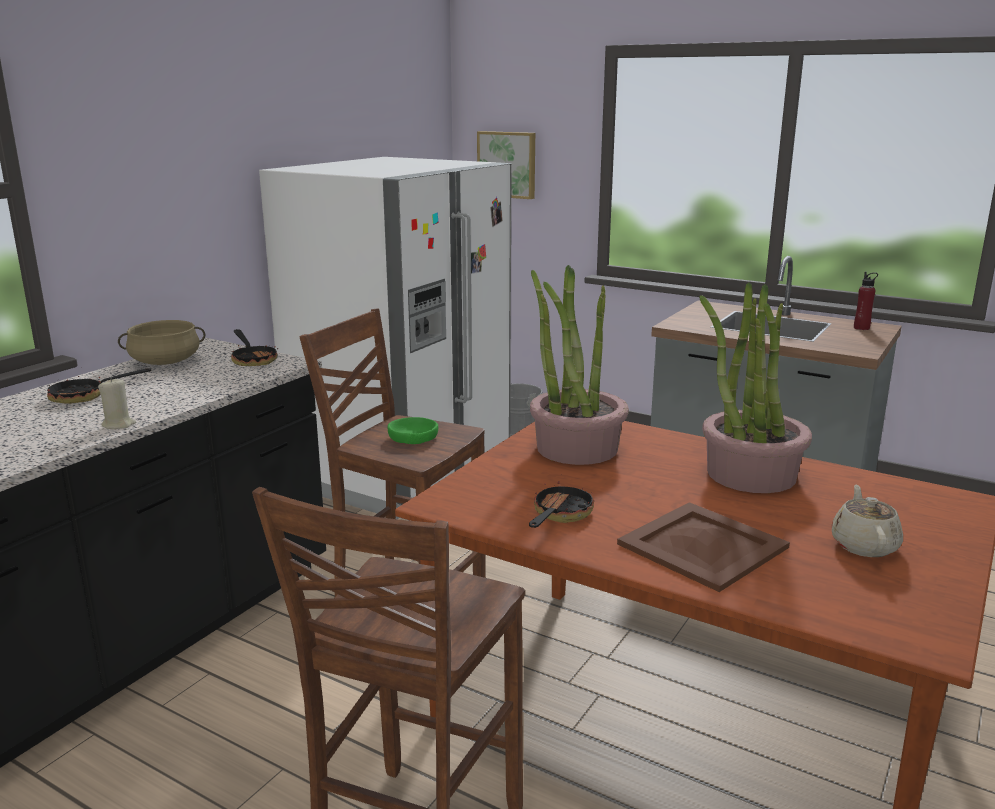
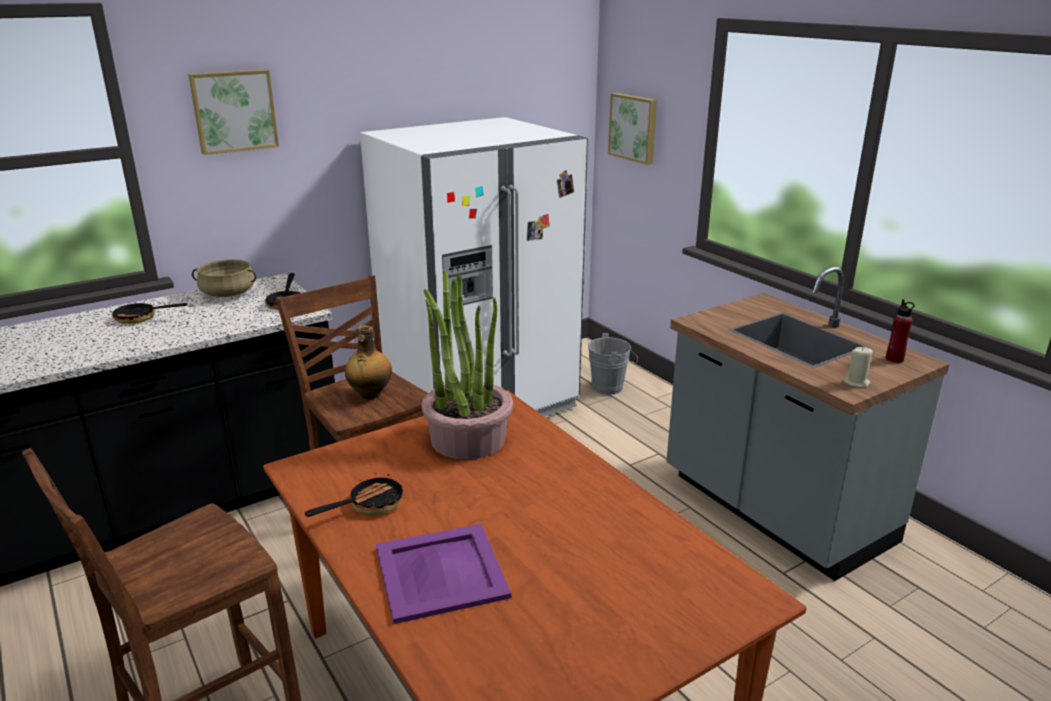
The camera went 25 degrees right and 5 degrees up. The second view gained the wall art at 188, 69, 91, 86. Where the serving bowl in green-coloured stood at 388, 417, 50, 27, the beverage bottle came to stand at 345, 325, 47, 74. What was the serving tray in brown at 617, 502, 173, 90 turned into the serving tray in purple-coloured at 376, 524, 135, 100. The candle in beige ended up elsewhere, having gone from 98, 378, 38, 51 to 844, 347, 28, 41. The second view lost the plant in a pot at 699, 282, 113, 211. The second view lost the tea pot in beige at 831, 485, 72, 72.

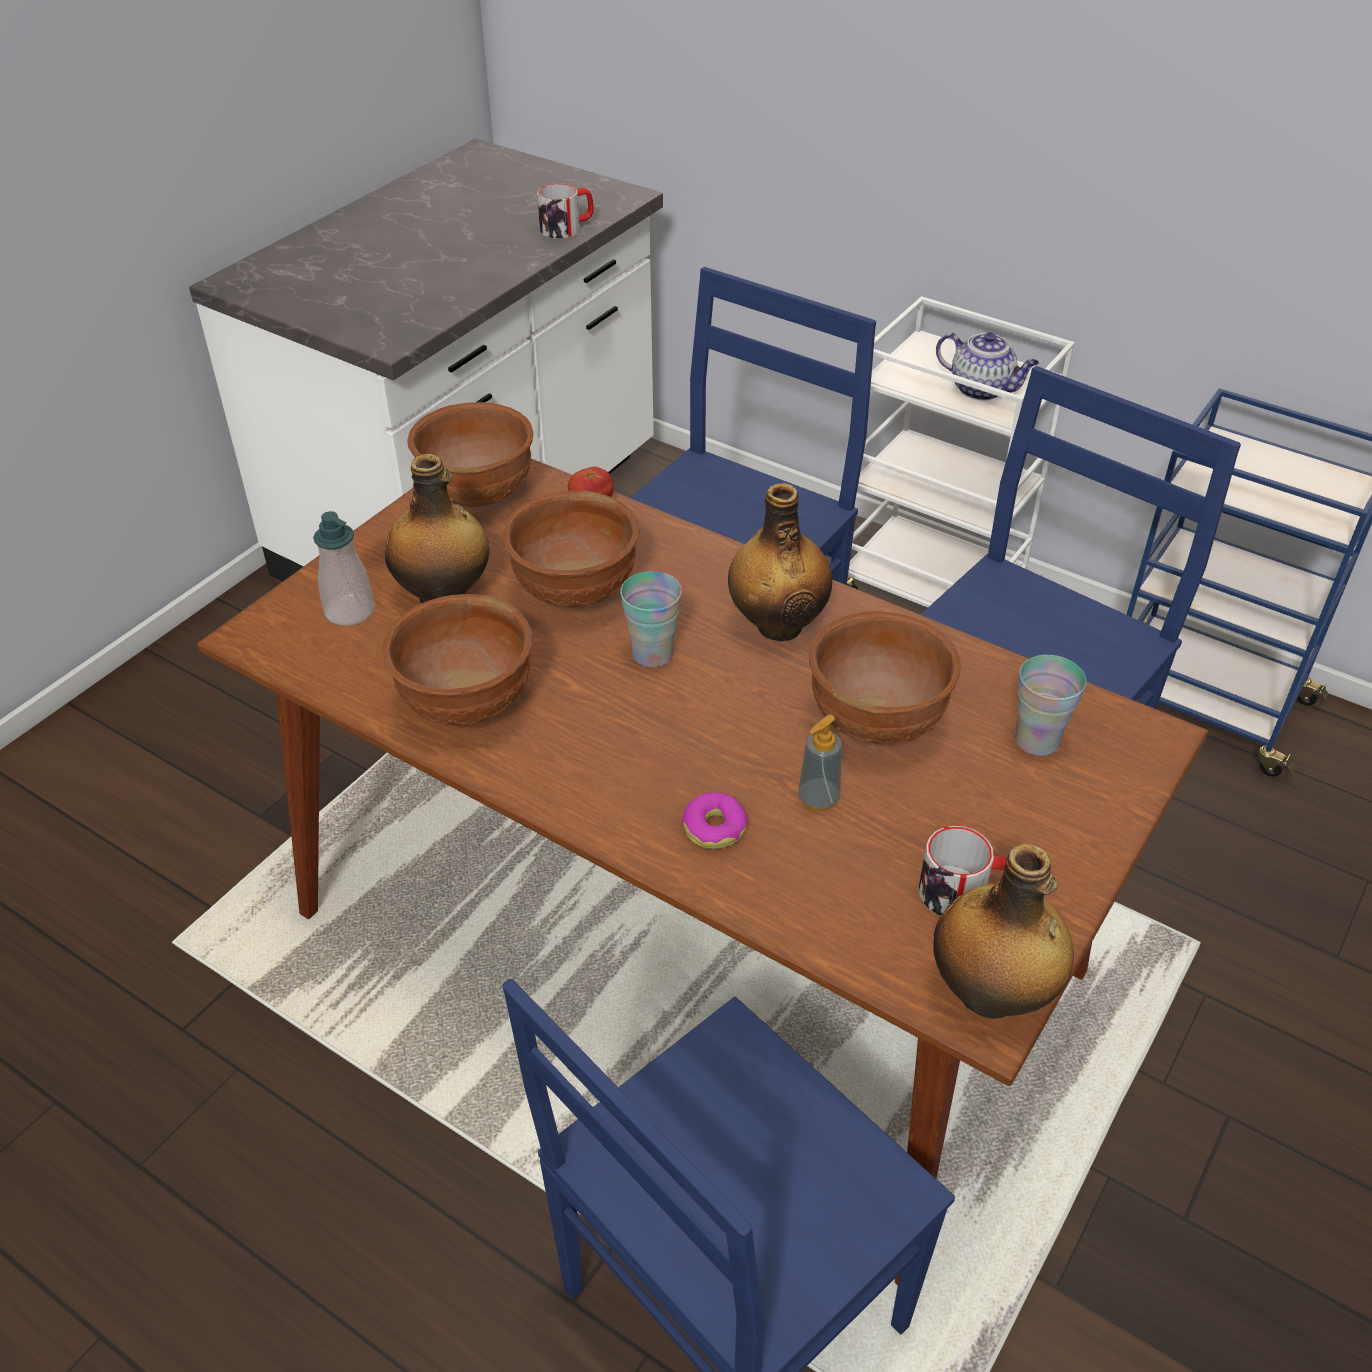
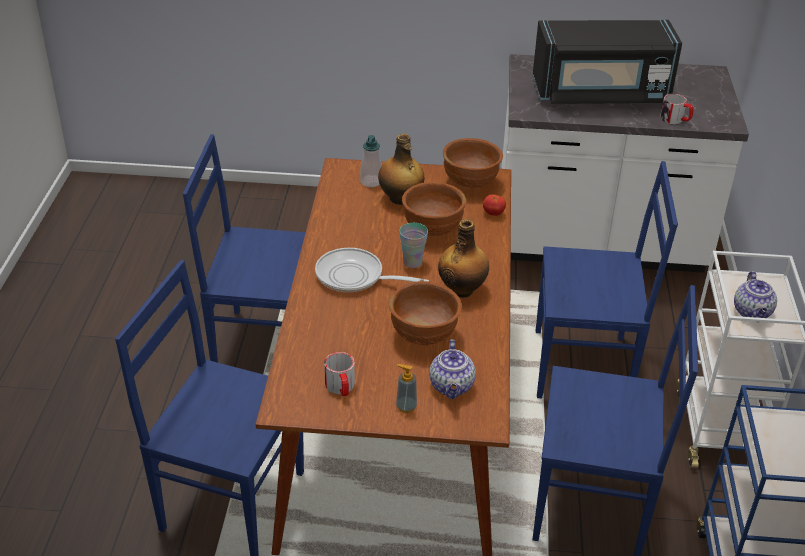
The camera went 60 degrees right and 5 degrees down. The second view gained the chair in blue at 183, 134, 123, 229. The second view gained the pan at 315, 248, 114, 44. The soap bottle ended up elsewhere, having gone from 798, 715, 44, 97 to 396, 364, 21, 49. Where the small cup stood at 1016, 655, 71, 101, the tea pot came to stand at 429, 339, 47, 60. The second view gained the microwave oven in black-coloured at 533, 20, 149, 84. The second view lost the serving bowl in brown at 382, 594, 151, 132. The second view lost the ring doughnut at 682, 792, 66, 57. The second view lost the beverage bottle at 933, 844, 141, 175.

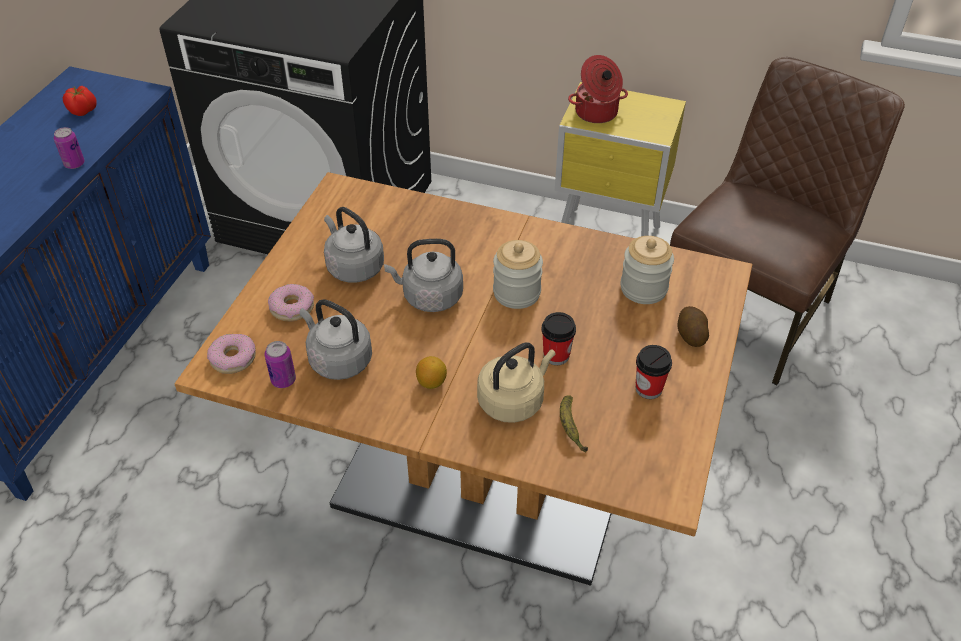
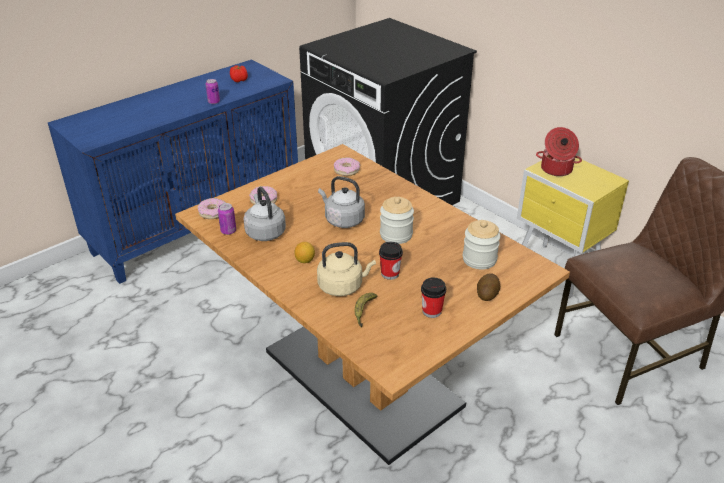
The camera went 30 degrees right and 10 degrees down. The second view gained the ring doughnut at 334, 157, 27, 19. The second view lost the tea kettle in grey at 324, 207, 60, 75.

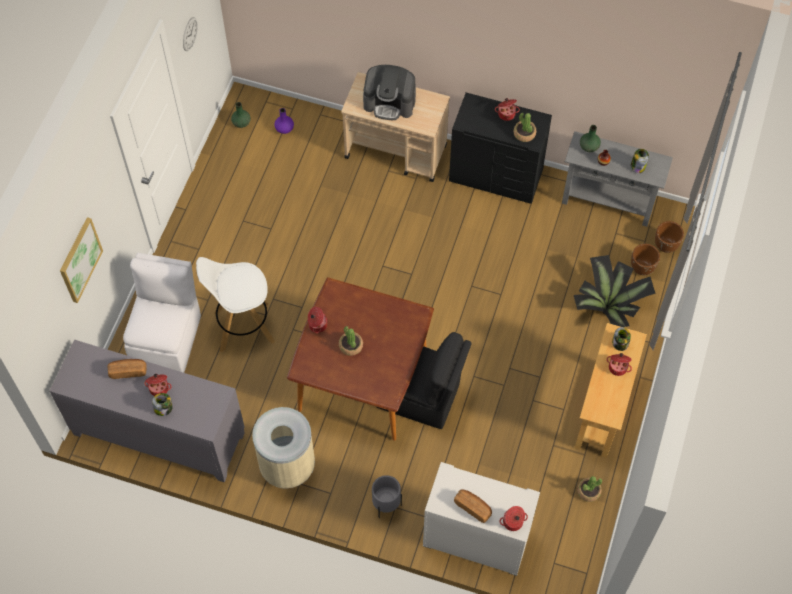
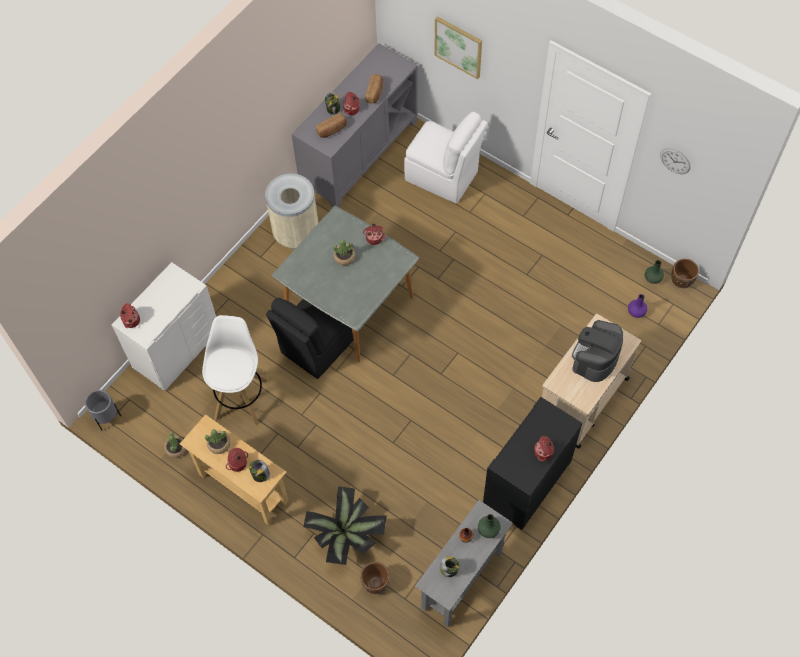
The camera went 110 degrees right and 0 degrees up. The planter in grey ended up elsewhere, having gone from 372, 475, 30, 43 to 85, 390, 36, 41. The stool seat in white-coloured ended up elsewhere, having gone from 196, 257, 79, 95 to 202, 315, 66, 111. The plant in a pot ended up elsewhere, having gone from 514, 113, 22, 29 to 205, 429, 26, 25. What was the dinner table in brown at 287, 277, 147, 164 turned into the dinner table in grey at 272, 206, 147, 157. The bakery bread ended up elsewhere, having gone from 454, 489, 38, 34 to 316, 113, 31, 25. The planter in brown ended up elsewhere, having gone from 655, 221, 29, 32 to 671, 259, 28, 29.

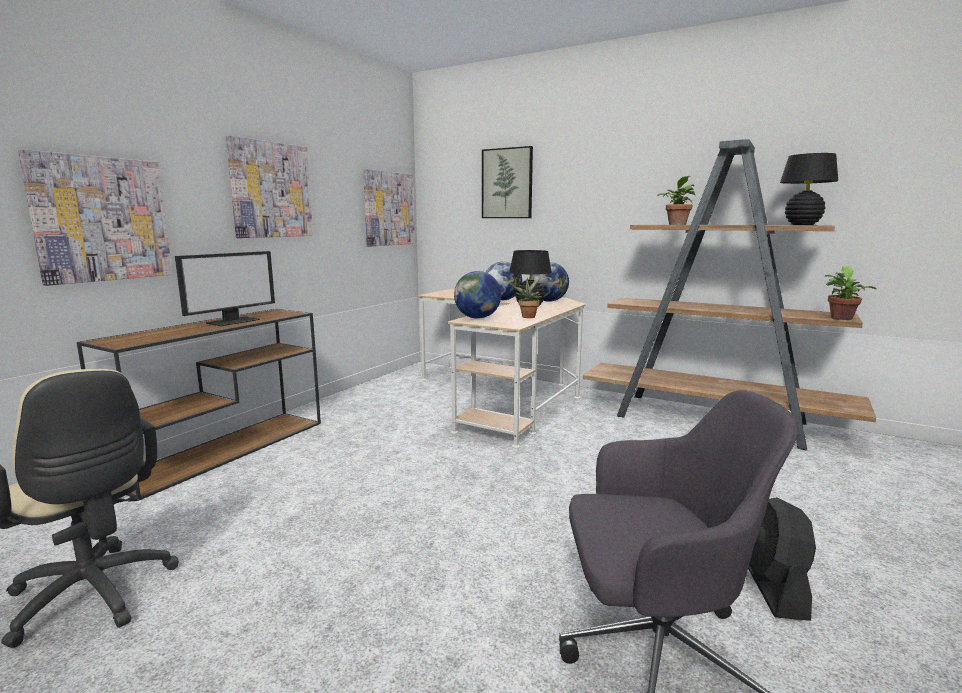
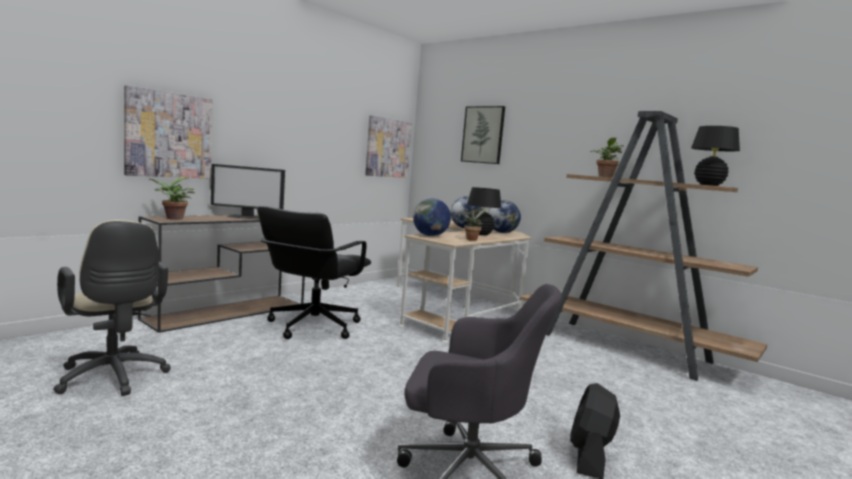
The camera went 10 degrees right and 5 degrees down. The plant in a pot ended up elsewhere, having gone from 825, 266, 52, 54 to 148, 177, 47, 43. The computer display at 175, 251, 100, 75 ended up facing another way, 45 degrees clockwise from before. The second view gained the computer chair in black-coloured at 257, 206, 114, 133. The second view lost the wall art at 226, 135, 87, 103.

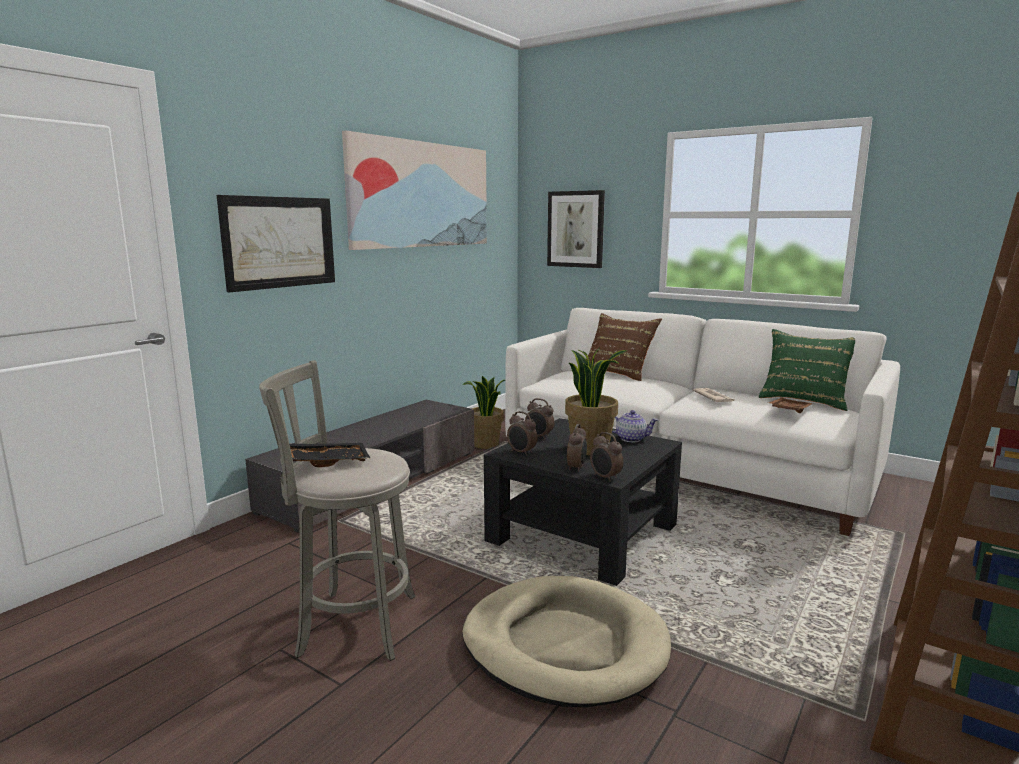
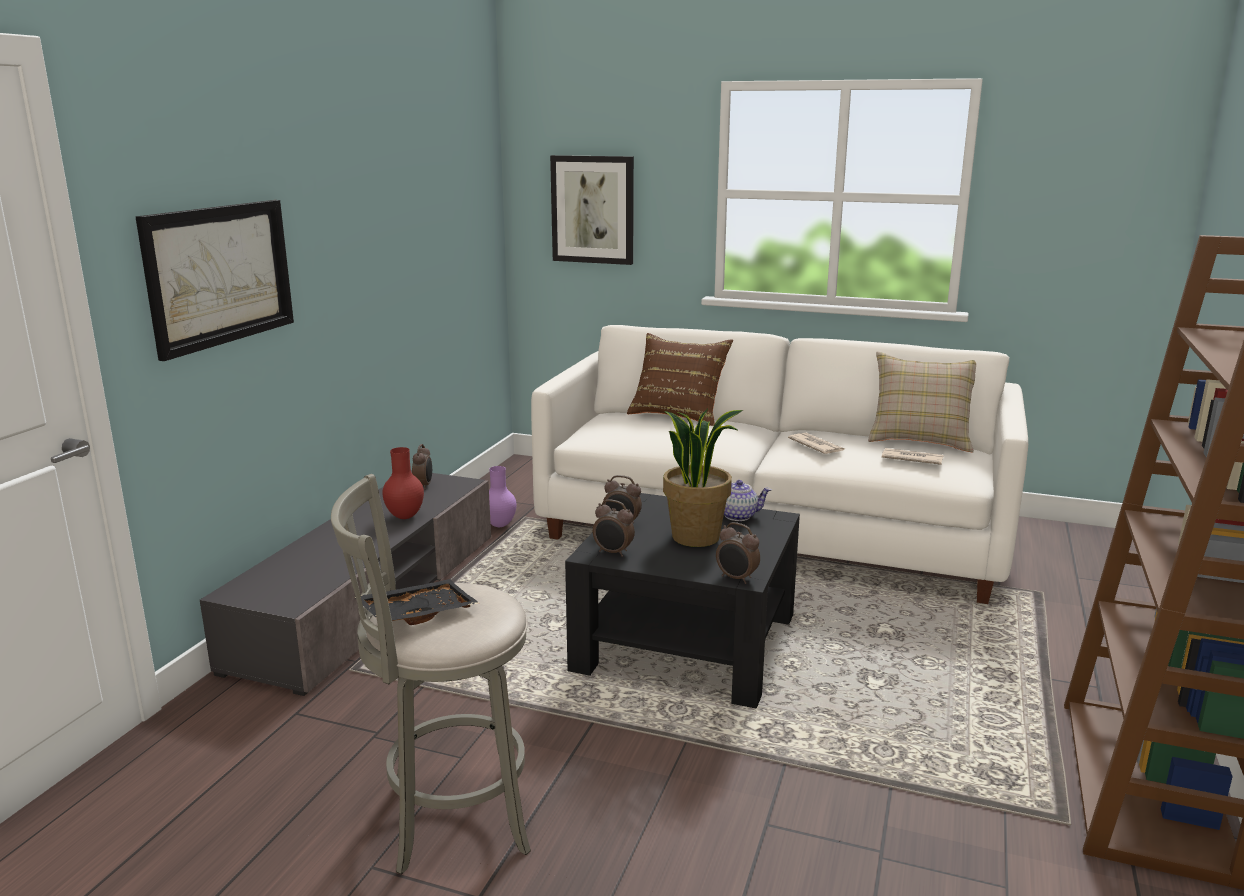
The camera went 15 degrees left and 5 degrees up. The second view gained the vase in reddish at 382, 447, 42, 72. The bedside clock ended up elsewhere, having gone from 567, 424, 20, 48 to 412, 444, 20, 46. Where the plant in a pot stood at 463, 376, 42, 73, the vase in purple-coloured came to stand at 489, 466, 27, 61. What was the pillow in green-coloured at 759, 329, 96, 82 turned into the pillow in beige at 868, 352, 108, 100. Where the serving tray in brown stood at 768, 398, 46, 15, the printed paper came to stand at 882, 448, 62, 17. The second view lost the wall art at 342, 130, 145, 120. The second view lost the pet bed in beige at 462, 576, 209, 131.

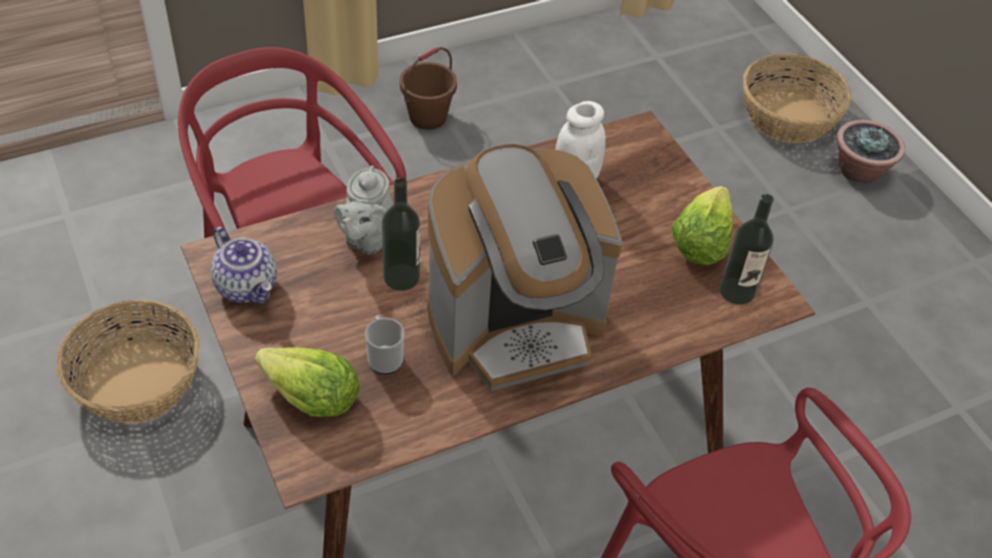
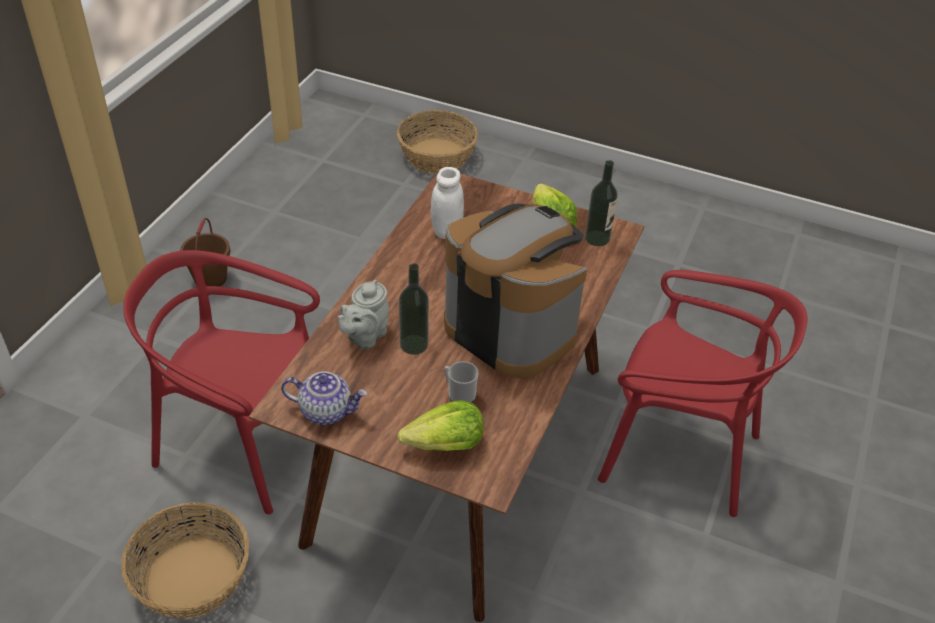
The camera went 40 degrees left and 5 degrees down. The tea pot in grey at 334, 165, 58, 89 ended up facing another way, 60 degrees clockwise from before. The coffee brewer at 427, 144, 195, 247 ended up facing another way, 75 degrees counterclockwise from before. The second view lost the plant in a pot at 836, 120, 69, 64.

